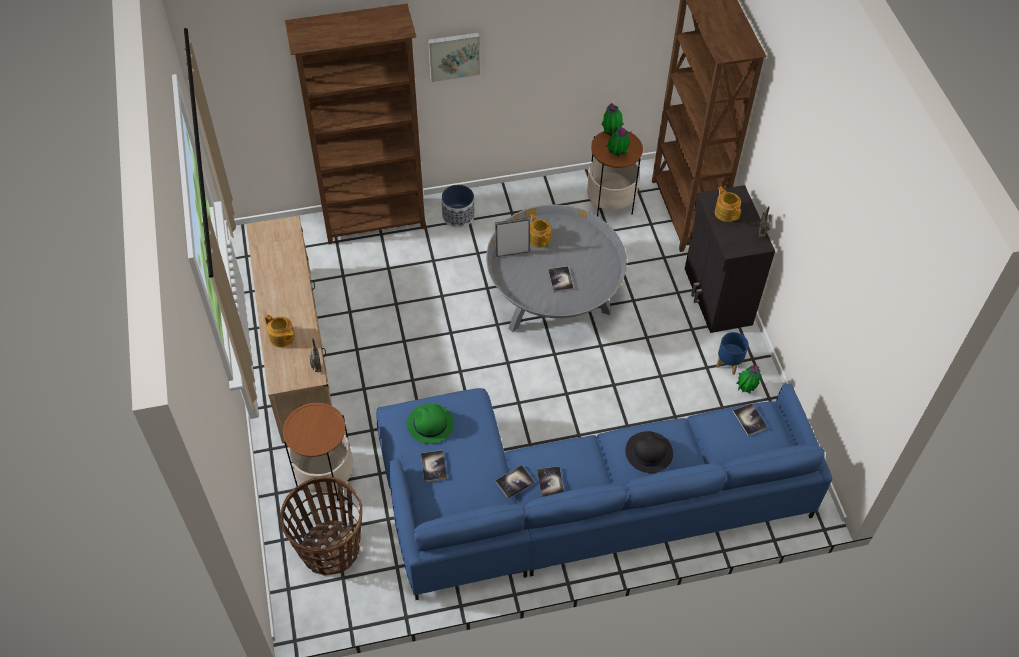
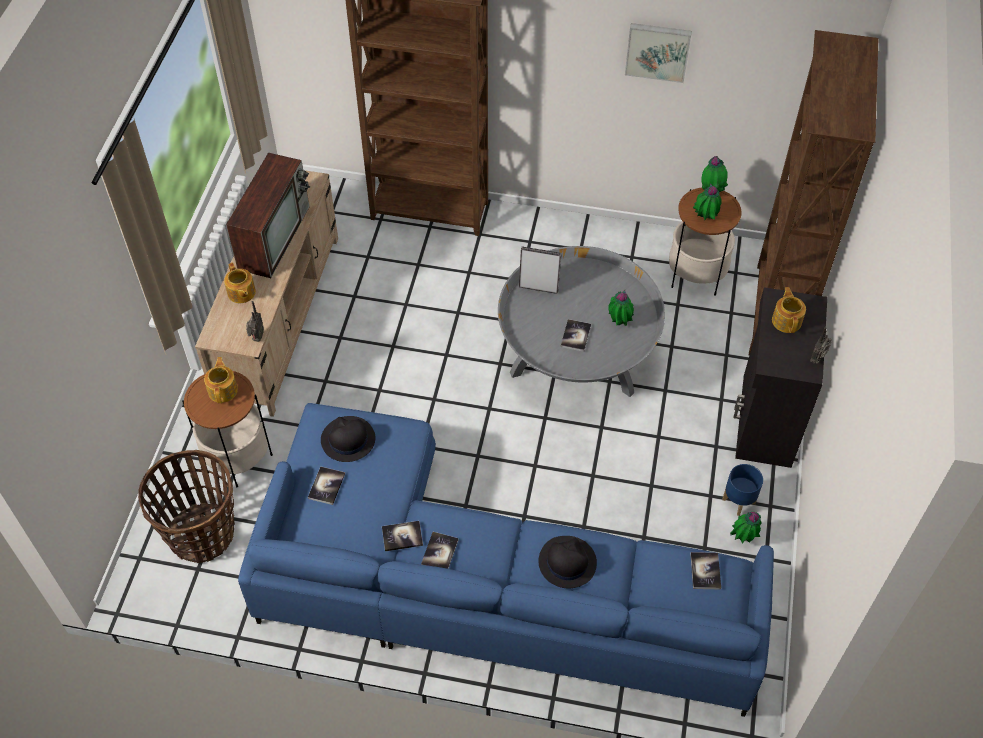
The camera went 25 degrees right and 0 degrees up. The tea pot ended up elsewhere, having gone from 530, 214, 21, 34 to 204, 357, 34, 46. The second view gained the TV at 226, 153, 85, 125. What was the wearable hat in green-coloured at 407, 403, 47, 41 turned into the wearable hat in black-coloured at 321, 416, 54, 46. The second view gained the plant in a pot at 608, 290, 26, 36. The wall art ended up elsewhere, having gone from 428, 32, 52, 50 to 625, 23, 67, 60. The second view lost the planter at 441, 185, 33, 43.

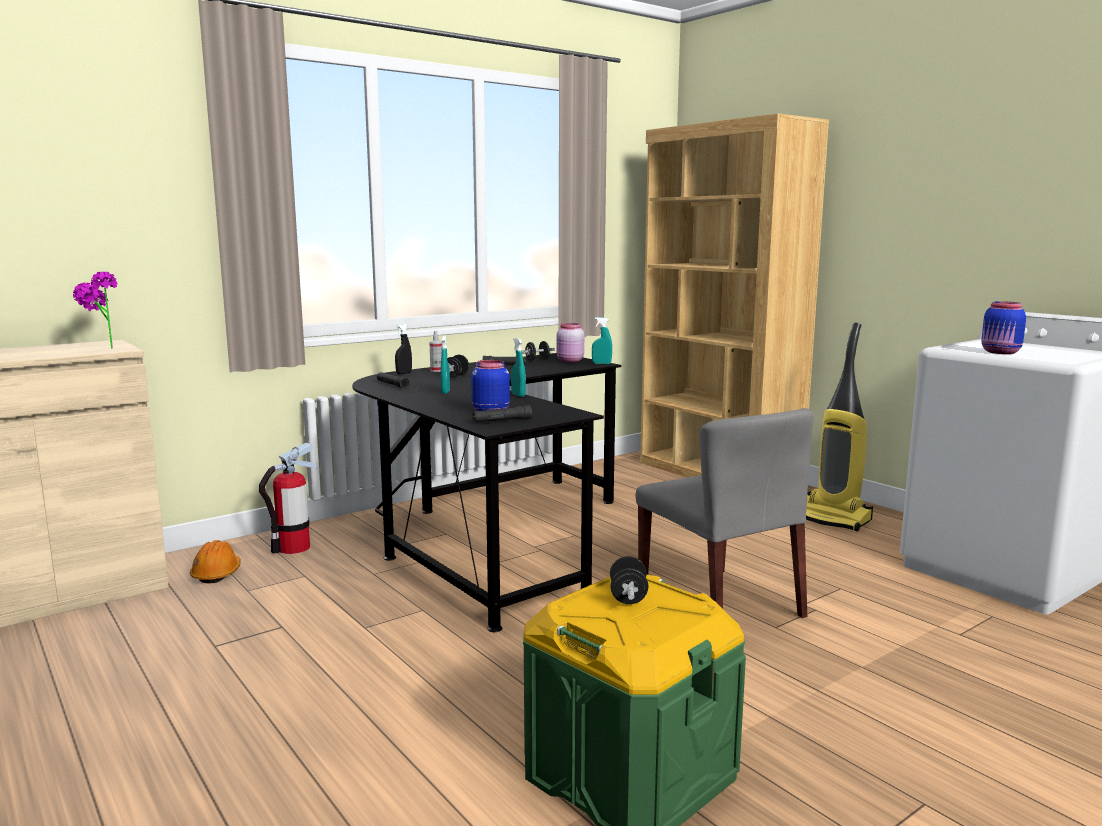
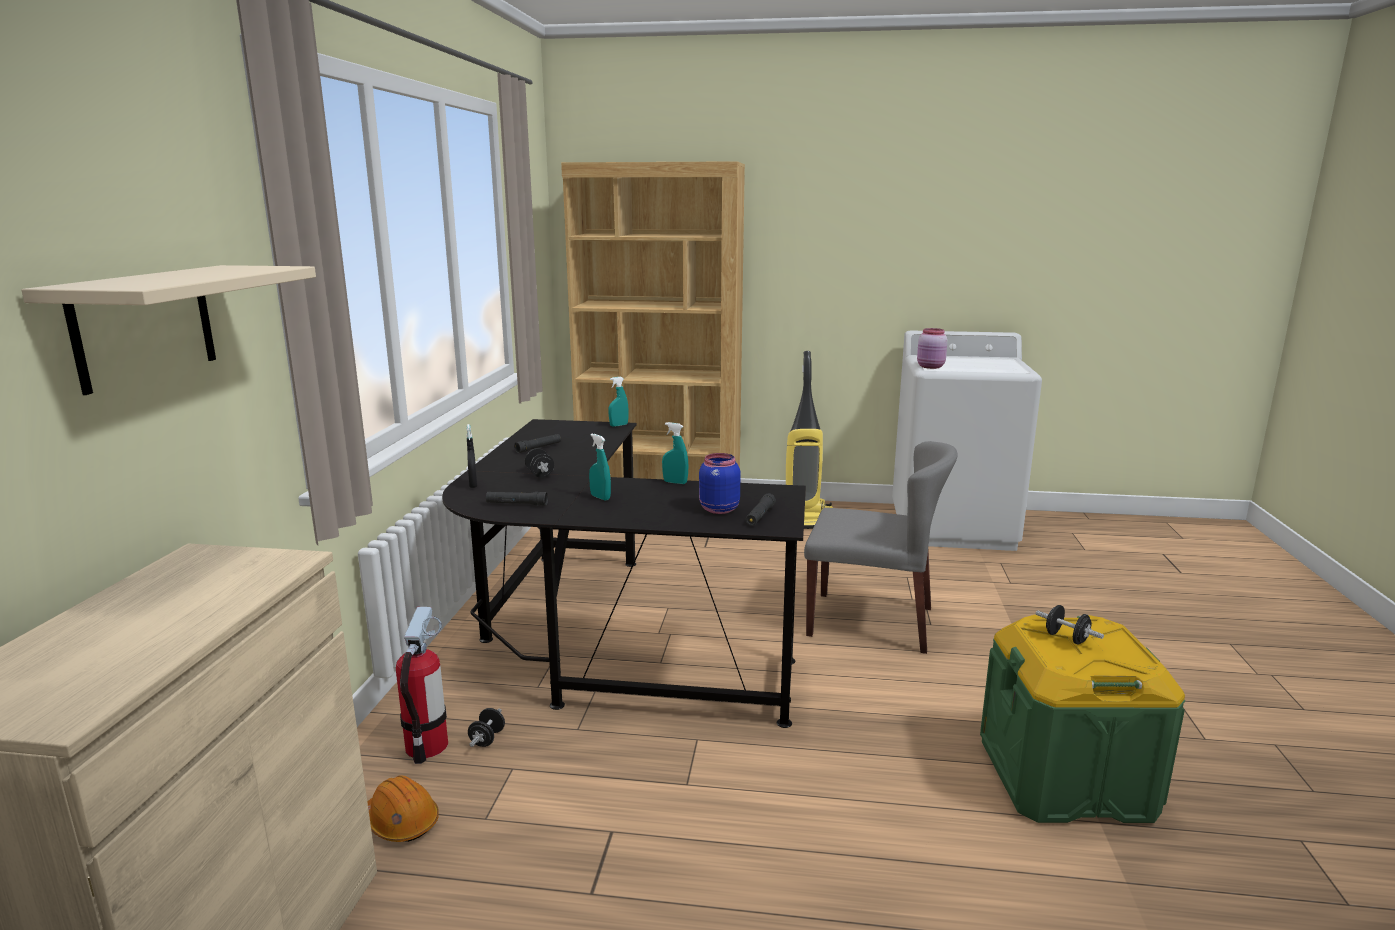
The camera went 45 degrees left and 5 degrees up. The second view gained the wall shelf in beige at 21, 265, 295, 130. The dumbbell in black-coloured ended up elsewhere, having gone from 522, 341, 33, 20 to 468, 708, 37, 39. The preserve jar in pinkish ended up elsewhere, having gone from 557, 323, 27, 40 to 917, 328, 31, 41. The second view lost the plant in a pot at 73, 272, 44, 76. The second view lost the spray bottle at 429, 331, 13, 41. The second view lost the preserve jar in blue at 981, 301, 45, 53.

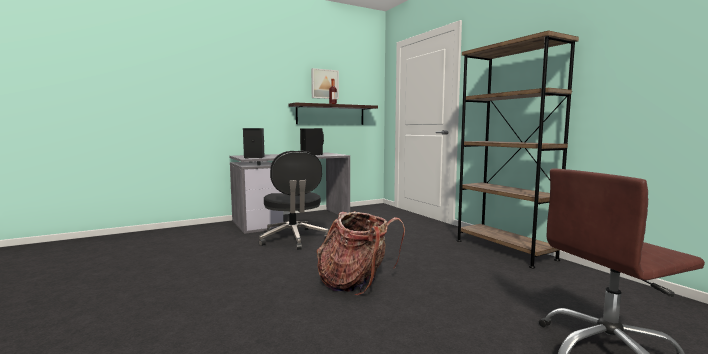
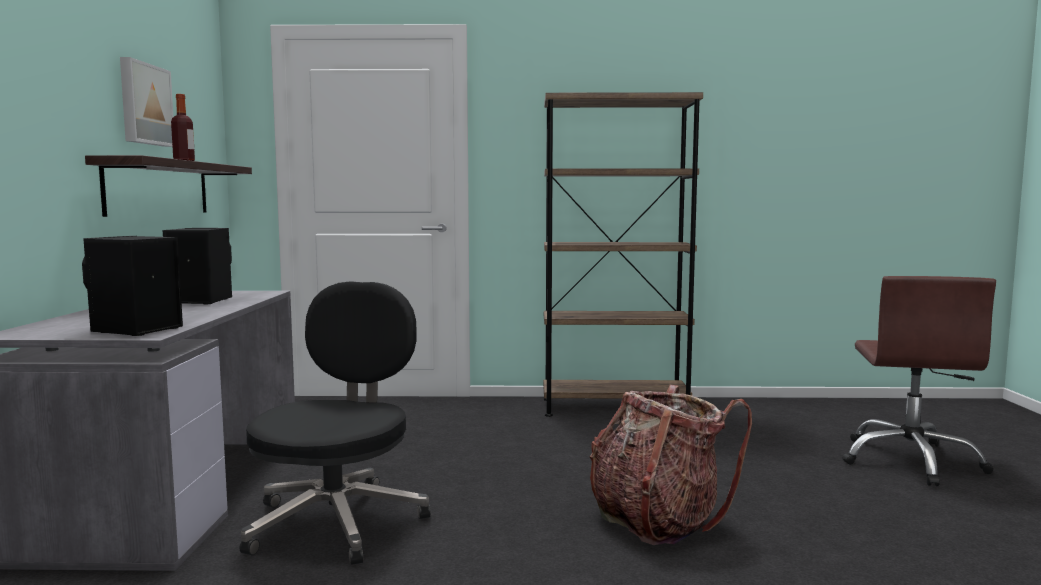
The camera went 60 degrees left and 0 degrees up. The computer chair in black-coloured at 259, 151, 70, 99 ended up facing another way, 90 degrees counterclockwise from before.

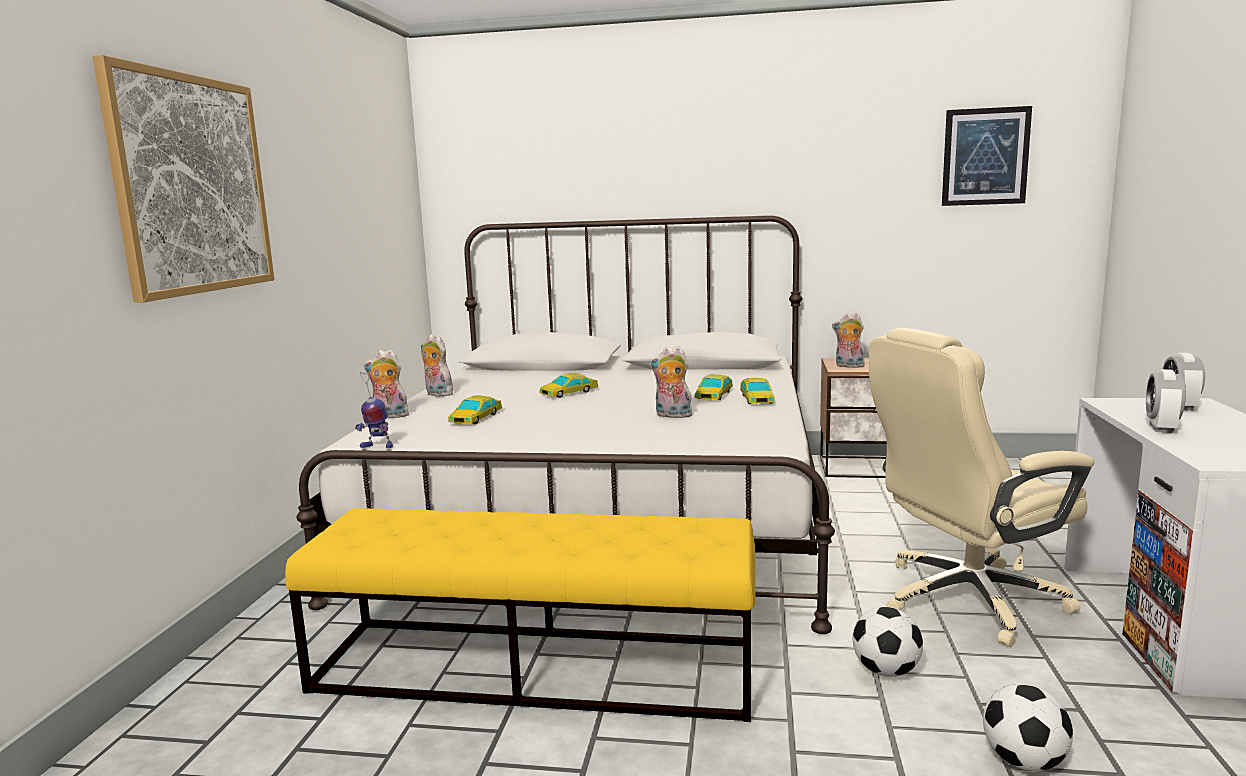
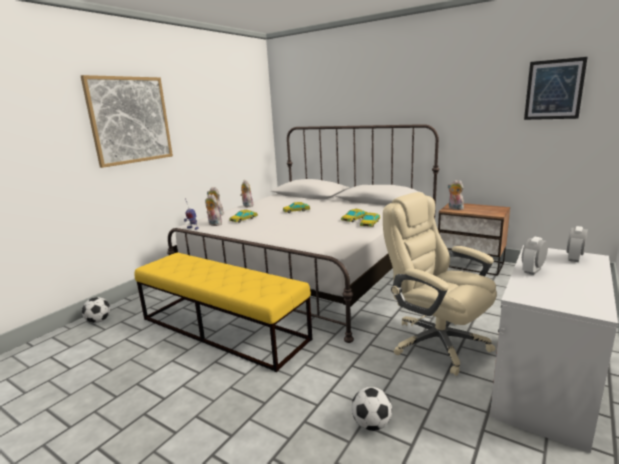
The camera went 25 degrees right and 5 degrees up. The ball for football ended up elsewhere, having gone from 853, 607, 70, 70 to 82, 297, 28, 26. The cuddly toy ended up elsewhere, having gone from 649, 346, 45, 72 to 205, 194, 17, 32. The computer chair in beige at 869, 328, 226, 319 ended up facing another way, 45 degrees clockwise from before.

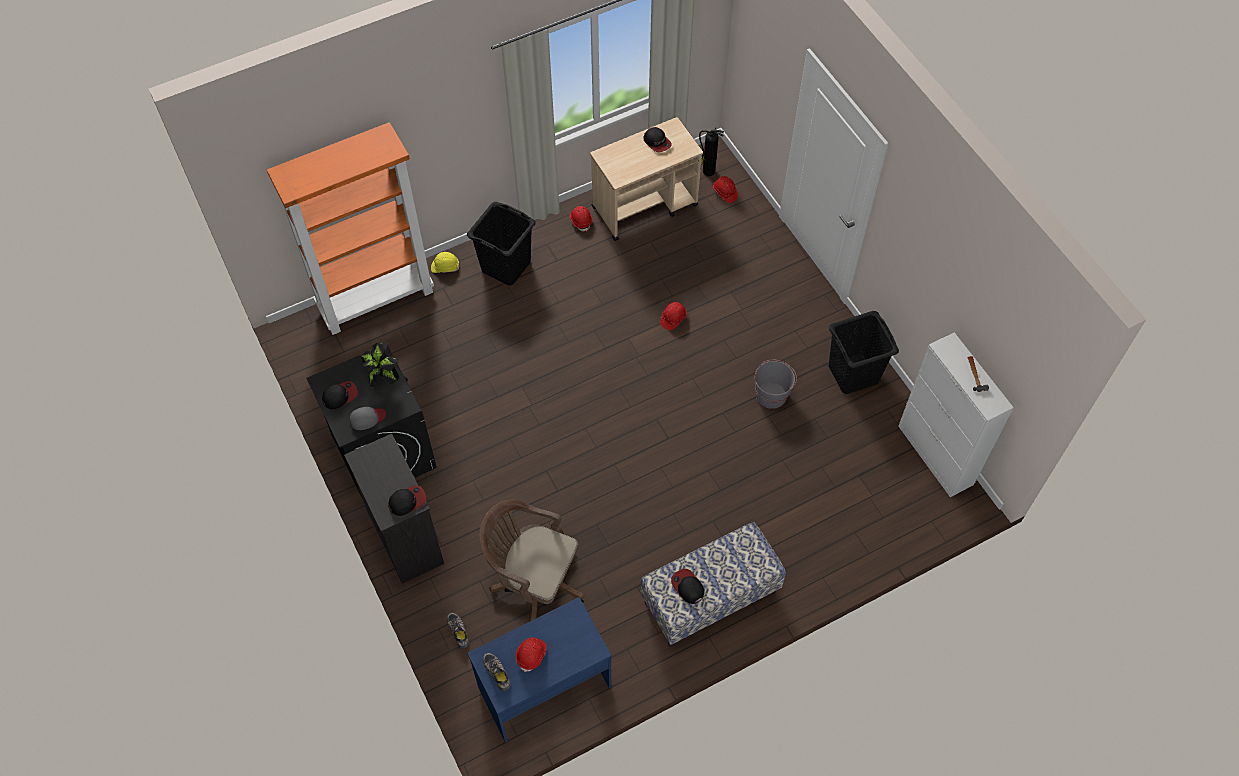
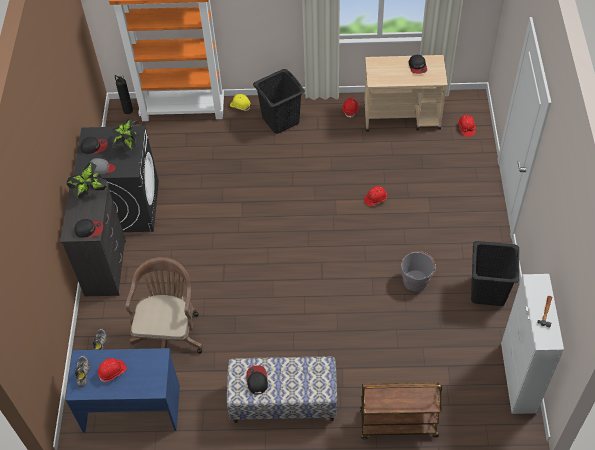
The camera went 30 degrees right and 5 degrees down. The second view gained the plant in a pot at 66, 162, 41, 37. The fire-fighting cylinder ended up elsewhere, having gone from 699, 128, 25, 48 to 115, 75, 18, 39. The computer chair in brown at 479, 500, 106, 121 ended up facing another way, 45 degrees clockwise from before. The second view gained the wheeled cart in brown at 360, 382, 82, 57.

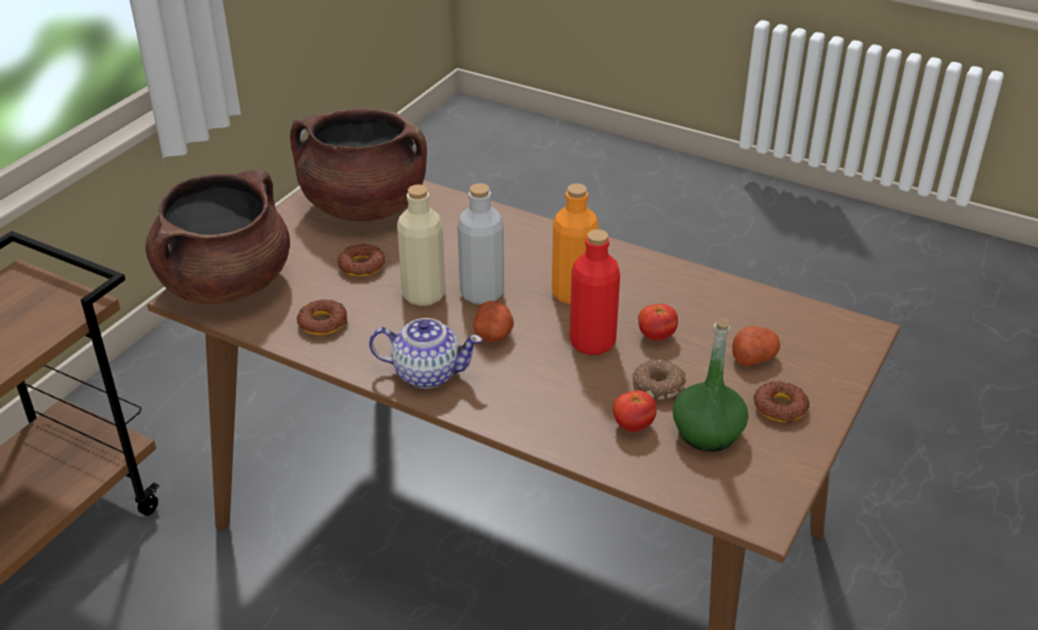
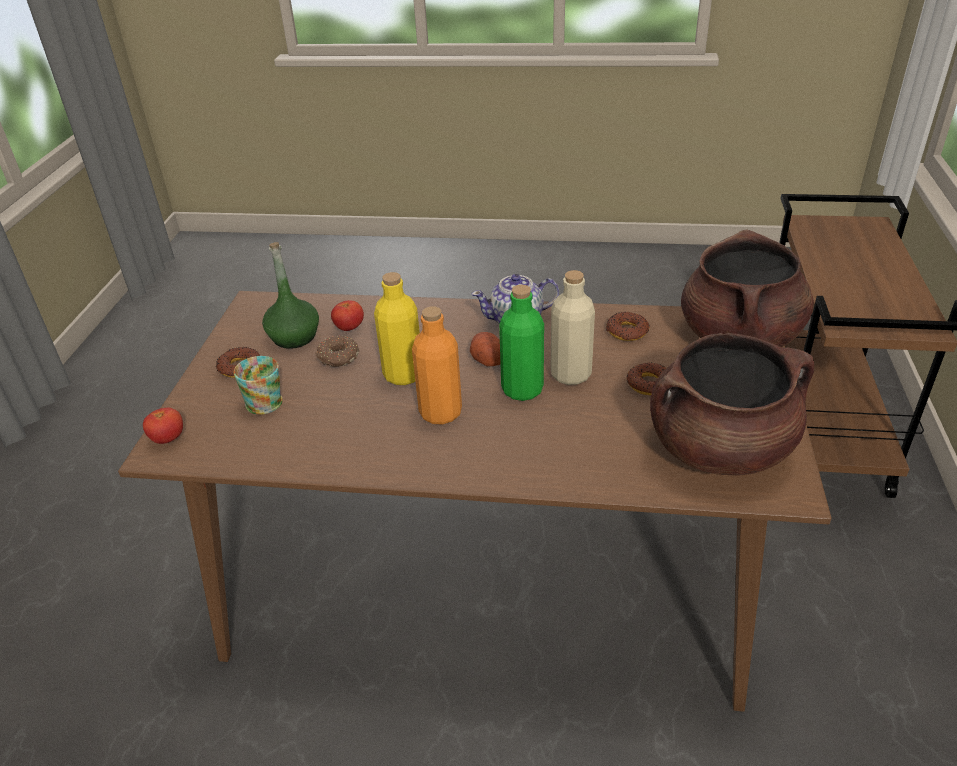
The camera went 160 degrees right and 0 degrees up. The whole tomato ended up elsewhere, having gone from 638, 304, 40, 37 to 143, 408, 40, 36. Where the whole potato stood at 732, 326, 48, 40, the coffee mug came to stand at 234, 356, 49, 59. What was the beverage bottle in reddish at 570, 229, 50, 126 turned into the beverage bottle in yellow-coloured at 374, 272, 46, 113. What was the beverage bottle in grey at 457, 183, 47, 121 turned into the beverage bottle in green-coloured at 499, 285, 45, 116.

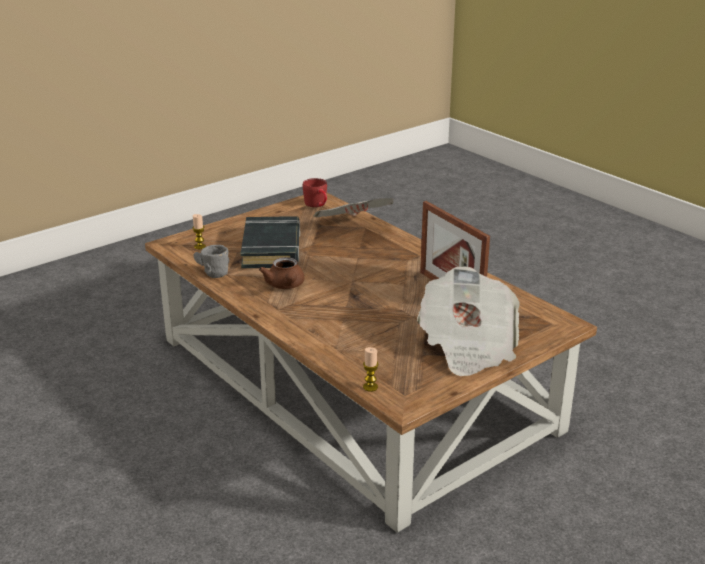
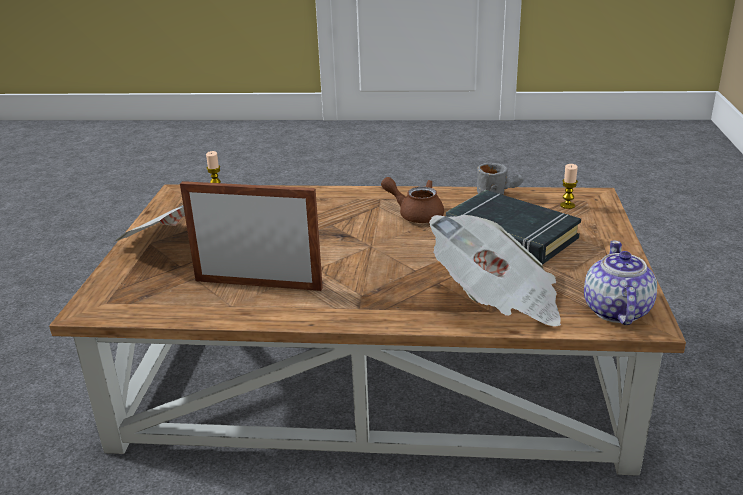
The camera went 135 degrees right and 0 degrees up. Where the coffee mug in reddish stood at 302, 178, 25, 29, the tea pot came to stand at 584, 241, 73, 84.

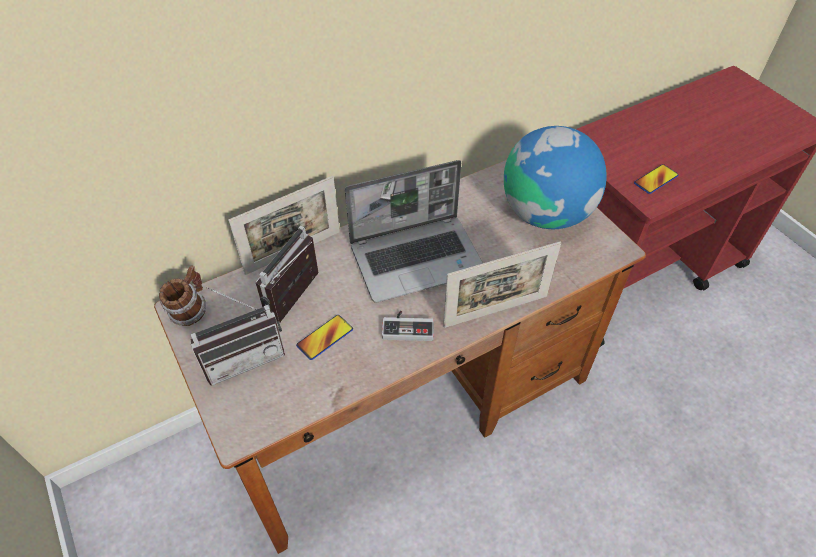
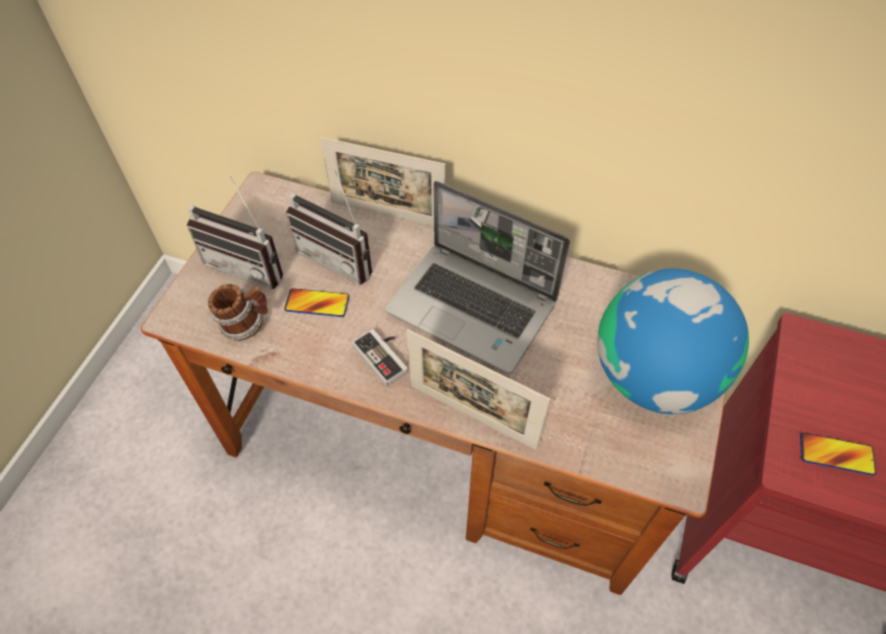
The camera went 50 degrees right and 5 degrees up. The coffee mug ended up elsewhere, having gone from 159, 265, 47, 61 to 208, 284, 60, 57. The radio receiver at 255, 226, 64, 97 ended up facing another way, 135 degrees counterclockwise from before.

